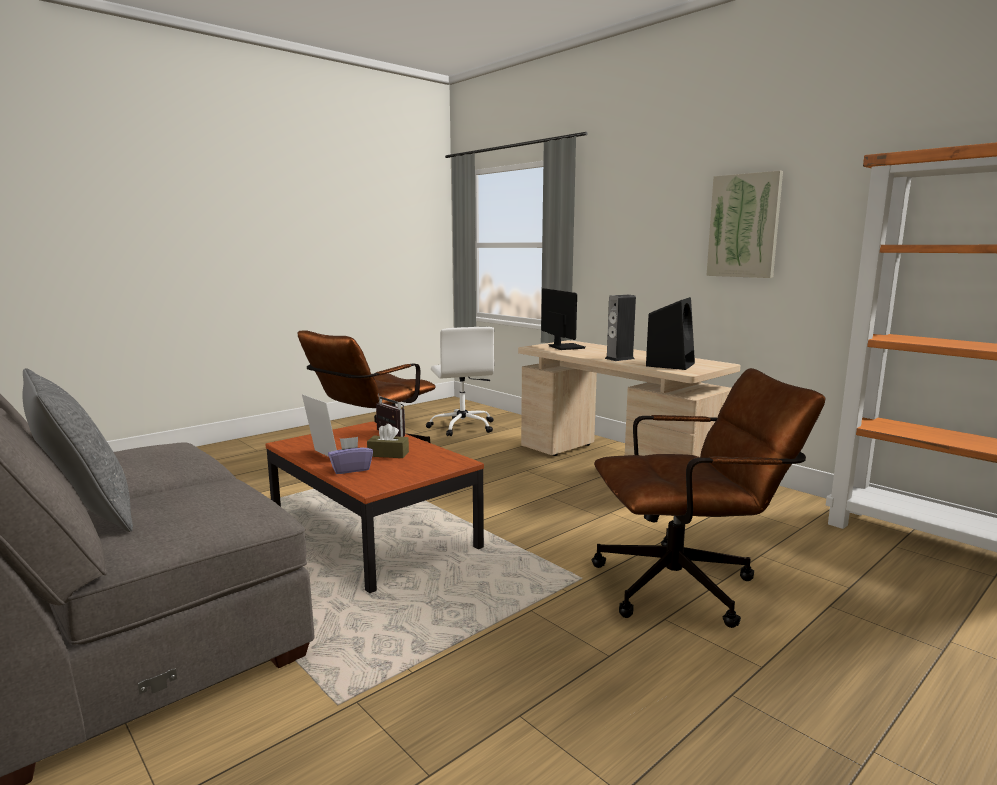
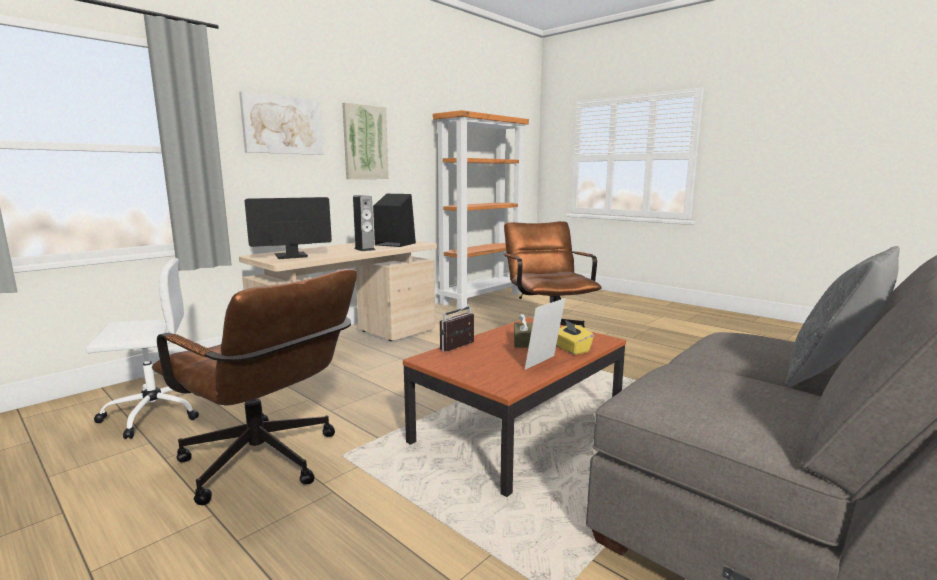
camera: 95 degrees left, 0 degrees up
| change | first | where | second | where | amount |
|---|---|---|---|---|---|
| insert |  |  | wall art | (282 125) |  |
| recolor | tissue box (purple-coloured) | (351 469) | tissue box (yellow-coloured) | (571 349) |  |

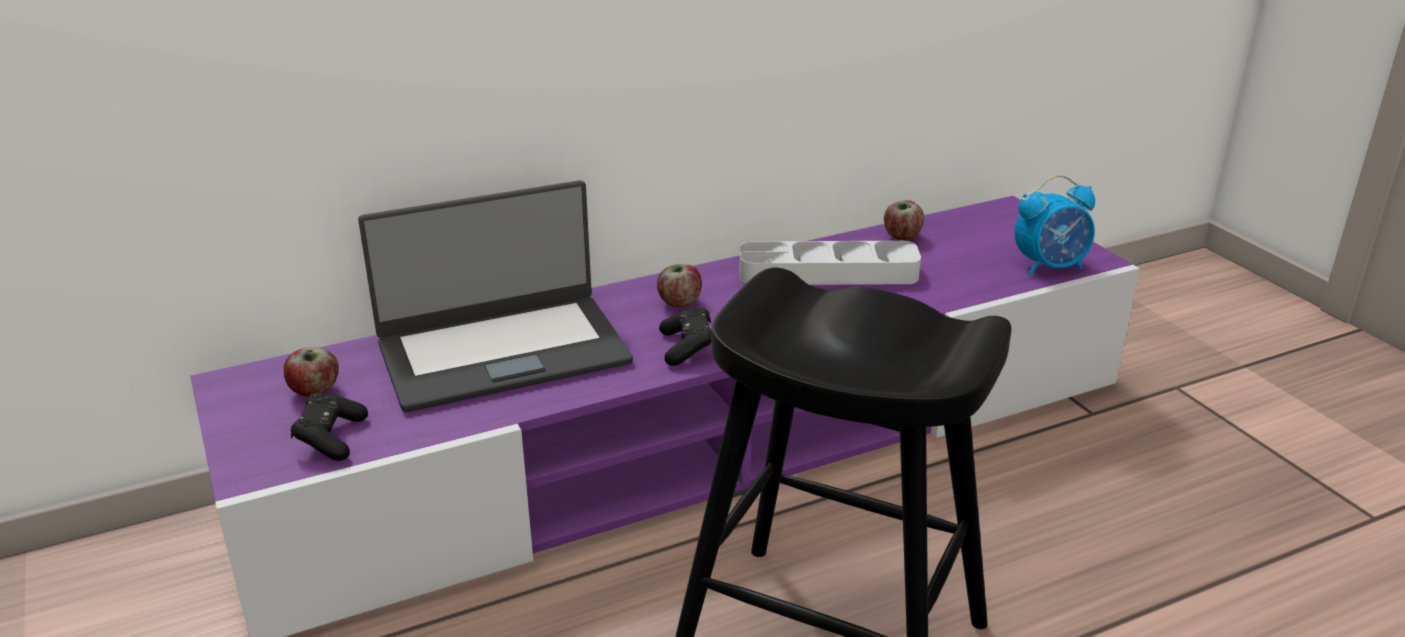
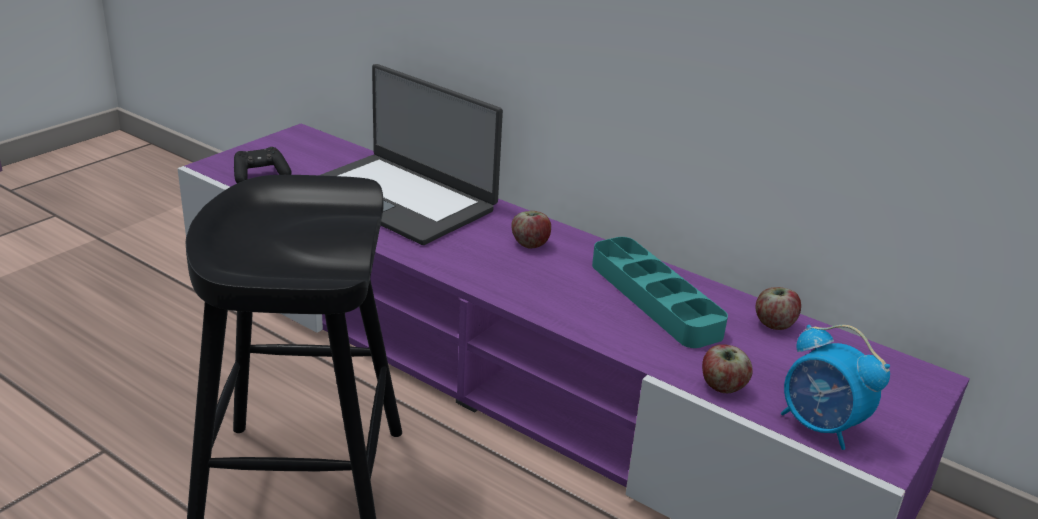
camera: 60 degrees right, 0 degrees up
| change | first | where | second | where | amount |
|---|---|---|---|---|---|
| recolor | serving tray (grey) | (828 273) | serving tray (blue-green) | (654 298) |  |
| move | apple | (315 391) |  | (722 387) |  |
| delete | gamepad (black) | (687 348) |  |  |  |

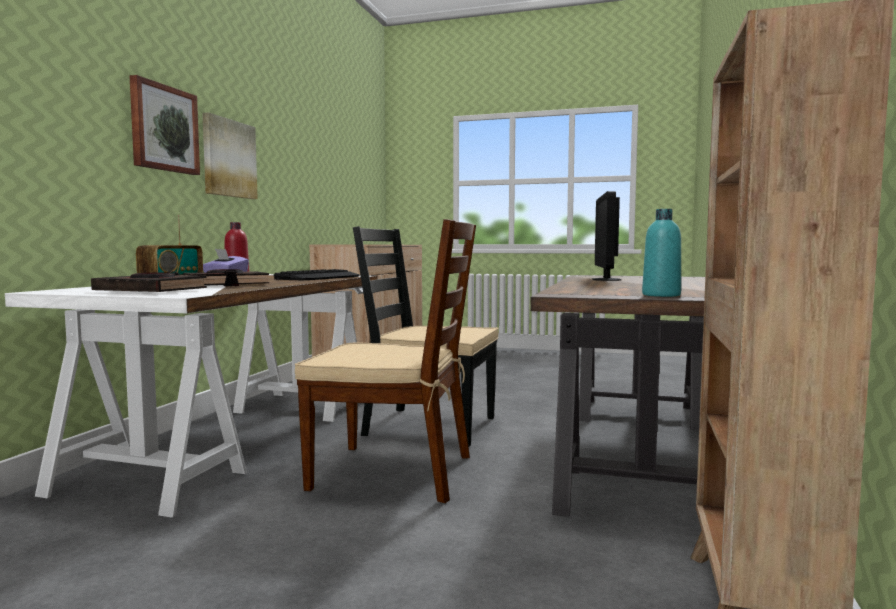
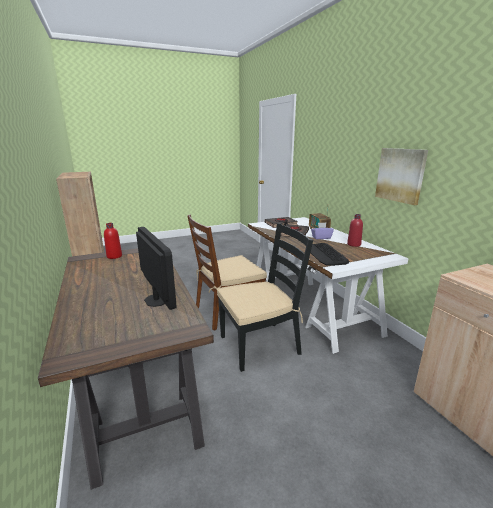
camera: 140 degrees right, 15 degrees up
| change | first | where | second | where | amount |
|---|---|---|---|---|---|
| recolor | bottle (blue-green) | (661 295) | bottle (red) | (114 256) |  |
| delete | wall art | (163 128) |  |  |  |

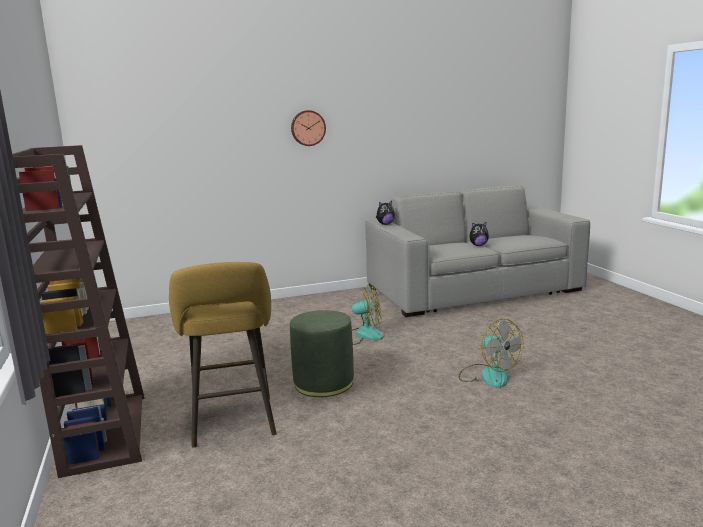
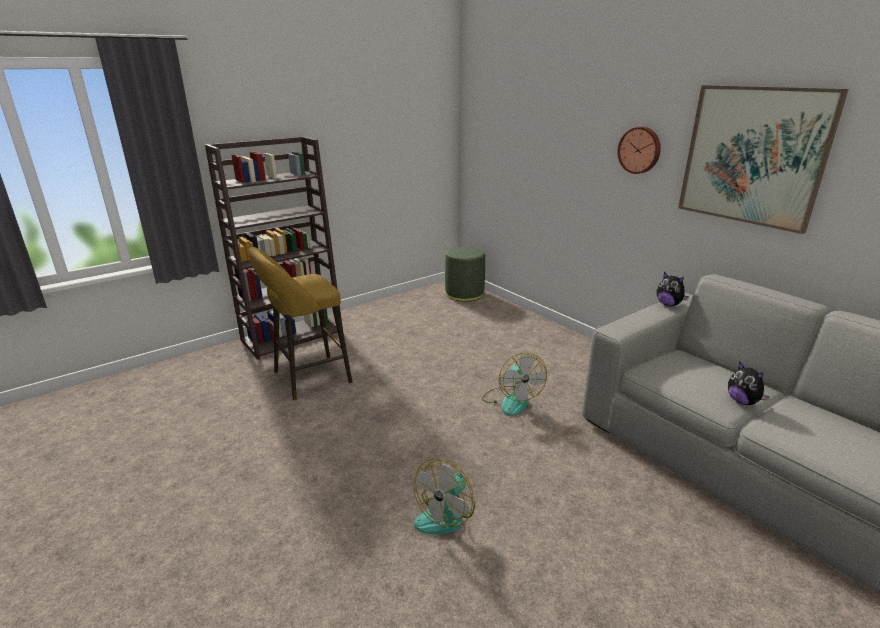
camera: 70 degrees right, 10 degrees up
| change | first | where | second | where | amount |
|---|---|---|---|---|---|
| move | pouffe (green) | (323 383) |  | (464 294) |  |
| insert |  |  | wall art | (753 156) |  |

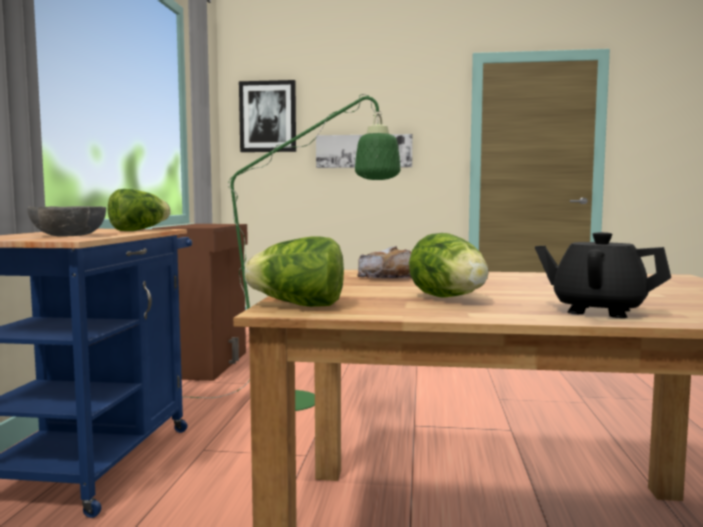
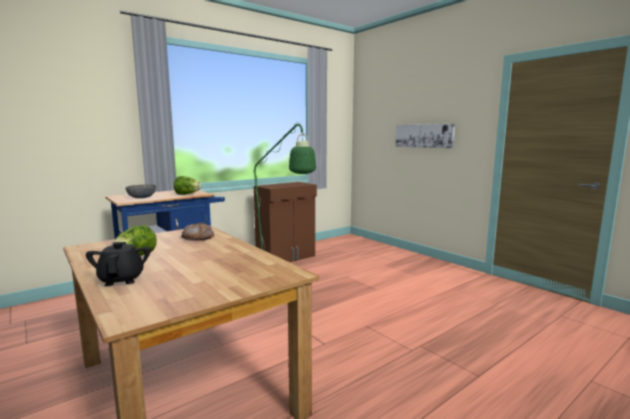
camera: 45 degrees right, 5 degrees up
| change | first | where | second | where | amount |
|---|---|---|---|---|---|
| delete | wall art | (268 116) |  |  |  |
| delete | lettuce head | (299 305) |  |  |  |

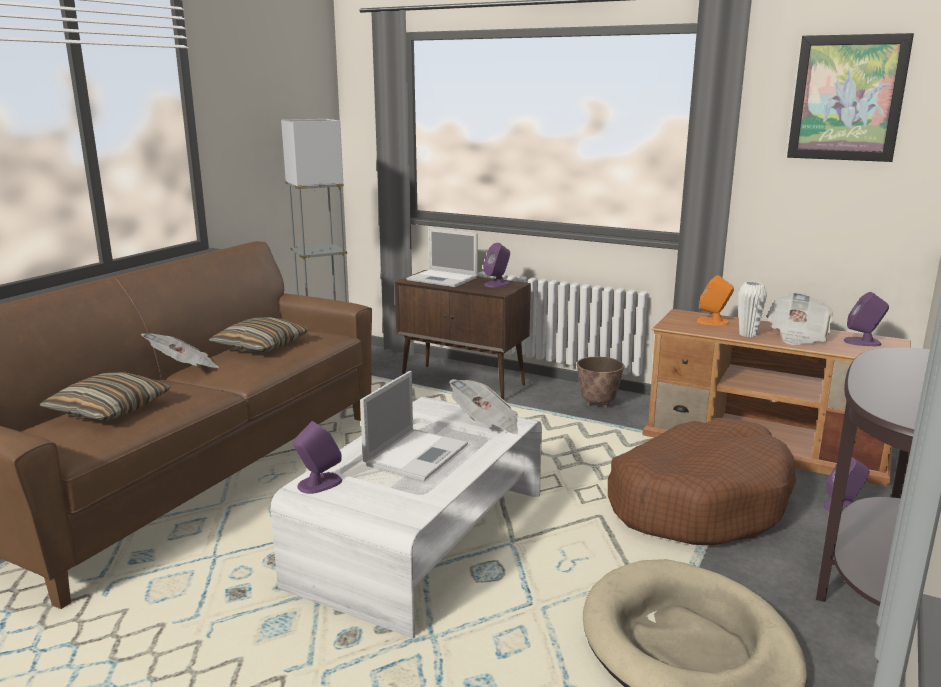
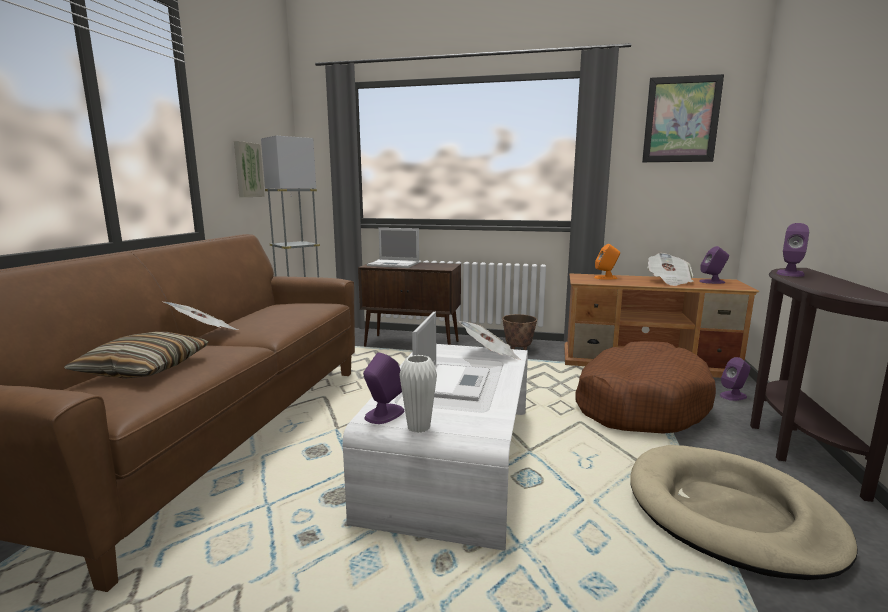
camera: 15 degrees left, 5 degrees down
| change | first | where | second | where | amount |
|---|---|---|---|---|---|
| insert |  |  | wall art | (247 170) |  |
| move | flower vase (whitish) | (747 334) |  | (418 427) |  |
| move | audio speaker (purple-coloured) | (497 284) |  | (790 273) |  |
| delete | throw pillow | (261 346) |  |  |  |

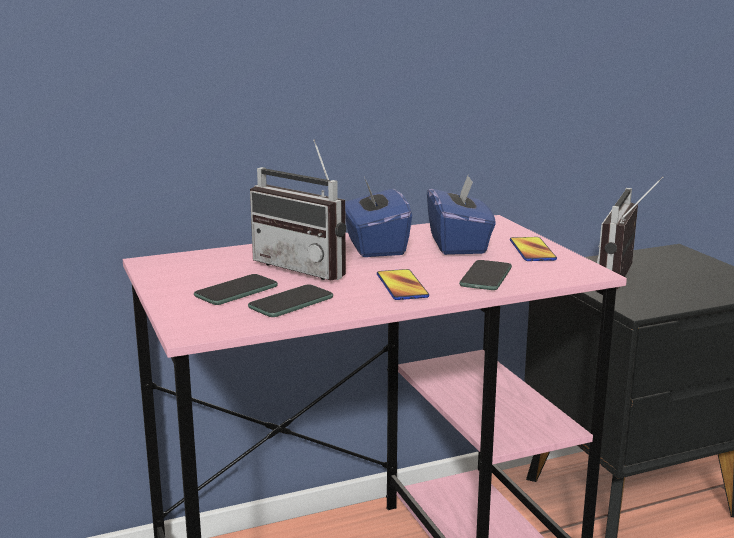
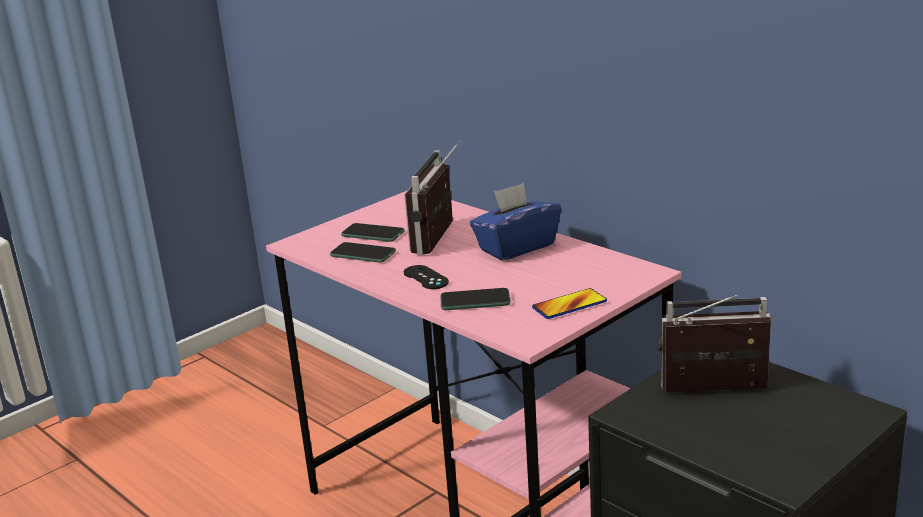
camera: 70 degrees right, 5 degrees up
| change | first | where | second | where | amount |
|---|---|---|---|---|---|
| replace | telephone | (402 286) | gamepad (black) | (425 277) |  |
| delete | tissue box (bluish) | (459 244) |  |  |  |

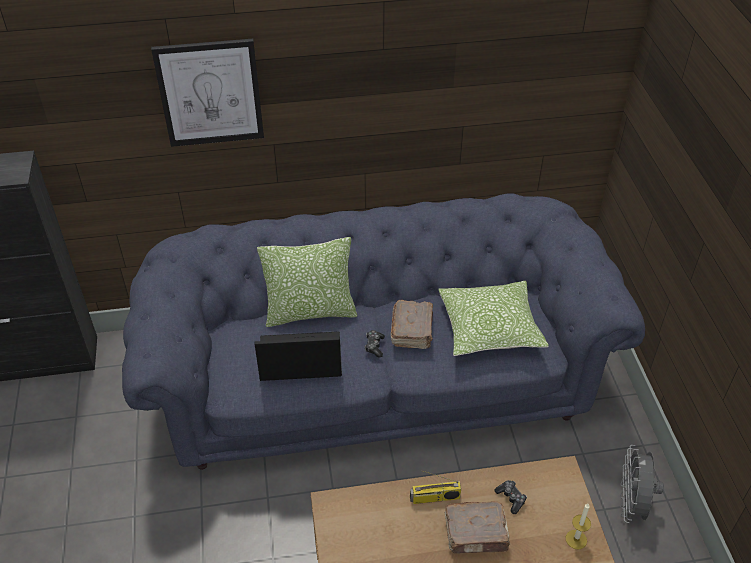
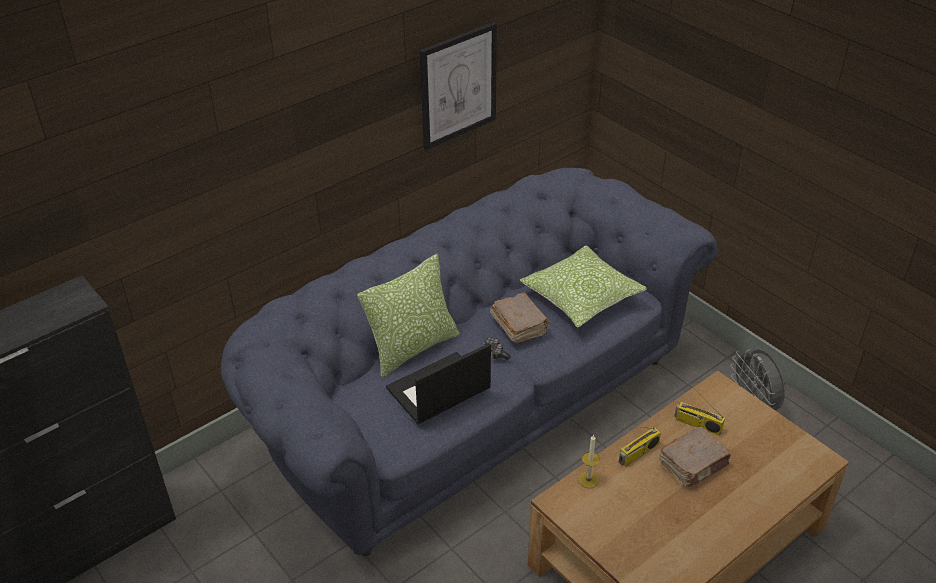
camera: 30 degrees left, 5 degrees down
| change | first | where | second | where | amount |
|---|---|---|---|---|---|
| move | wall art | (210 93) |  | (458 86) |  |
| move | candle | (576 539) |  | (588 480) |  |
| replace | gamepad | (511 498) | radio | (697 425) |  |

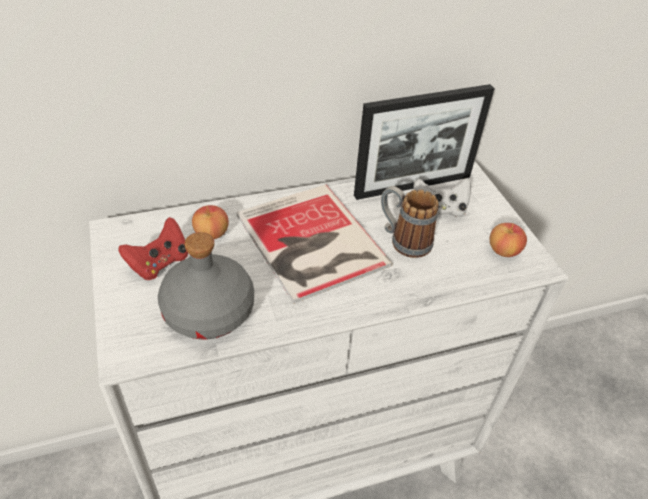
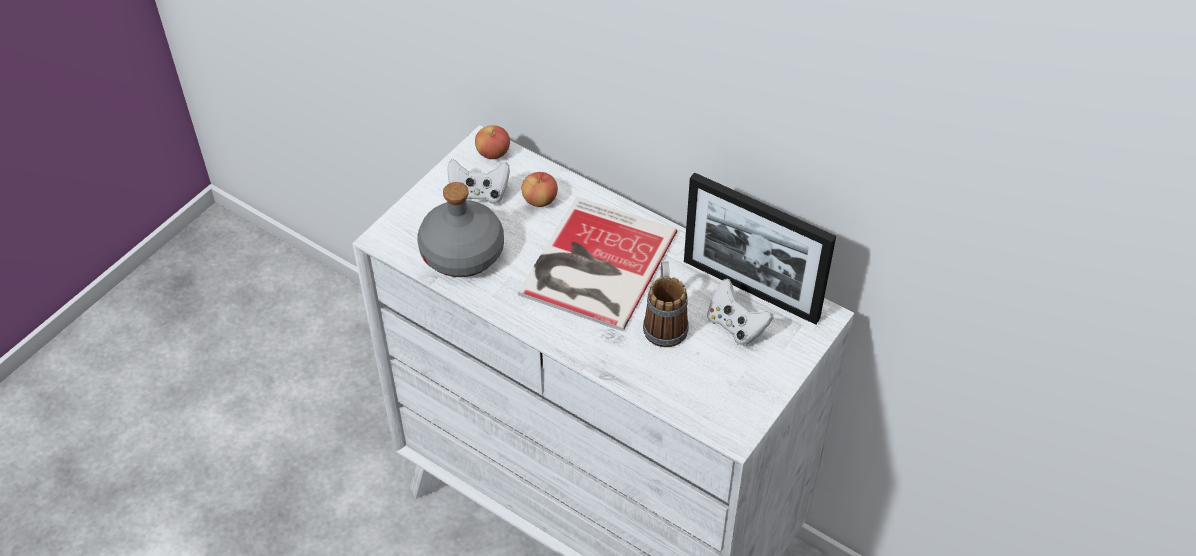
camera: 55 degrees right, 5 degrees up
| change | first | where | second | where | amount |
|---|---|---|---|---|---|
| recolor | gamepad (red) | (159 263) | gamepad (whitish) | (479 194) |  |
| move | apple | (503 251) |  | (493 153) |  |

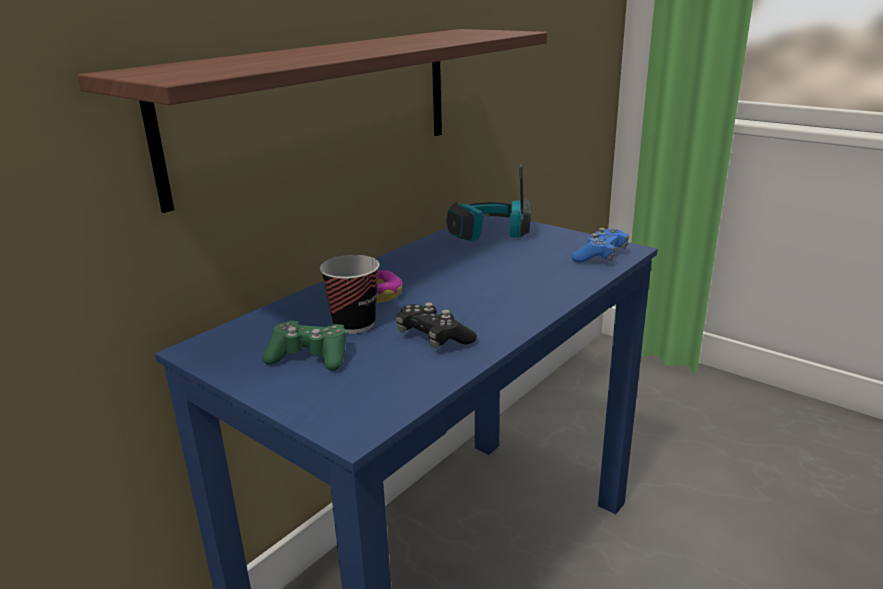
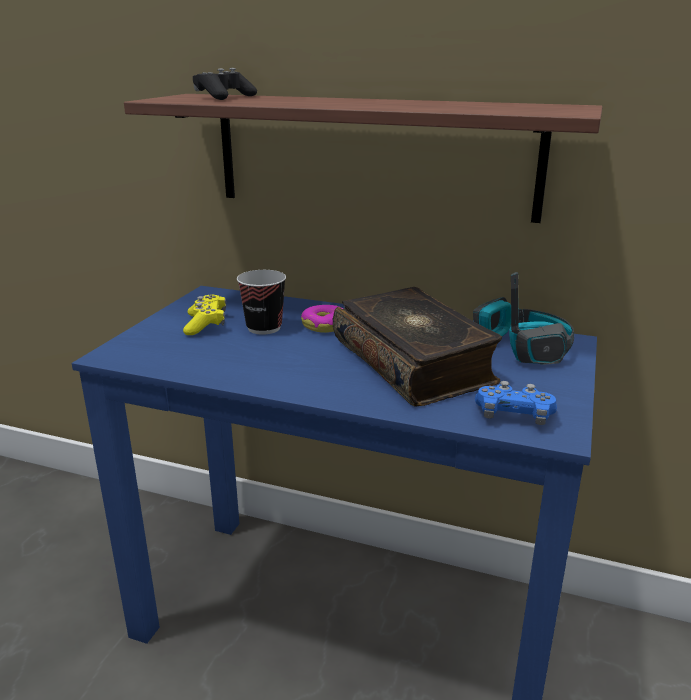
camera: 70 degrees right, 0 degrees up
| change | first | where | second | where | amount |
|---|---|---|---|---|---|
| recolor | gamepad (green) | (309 357) | gamepad (yellow-coloured) | (206 324) |  |
| move | gamepad (black) | (434 338) |  | (224 97) |  |
| insert |  |  | volume | (414 362) |  |

